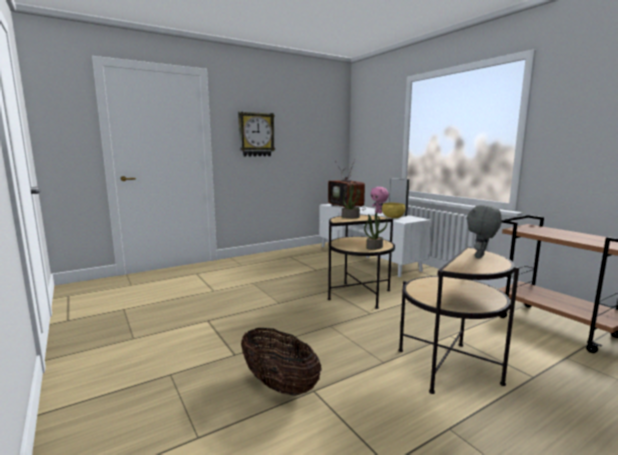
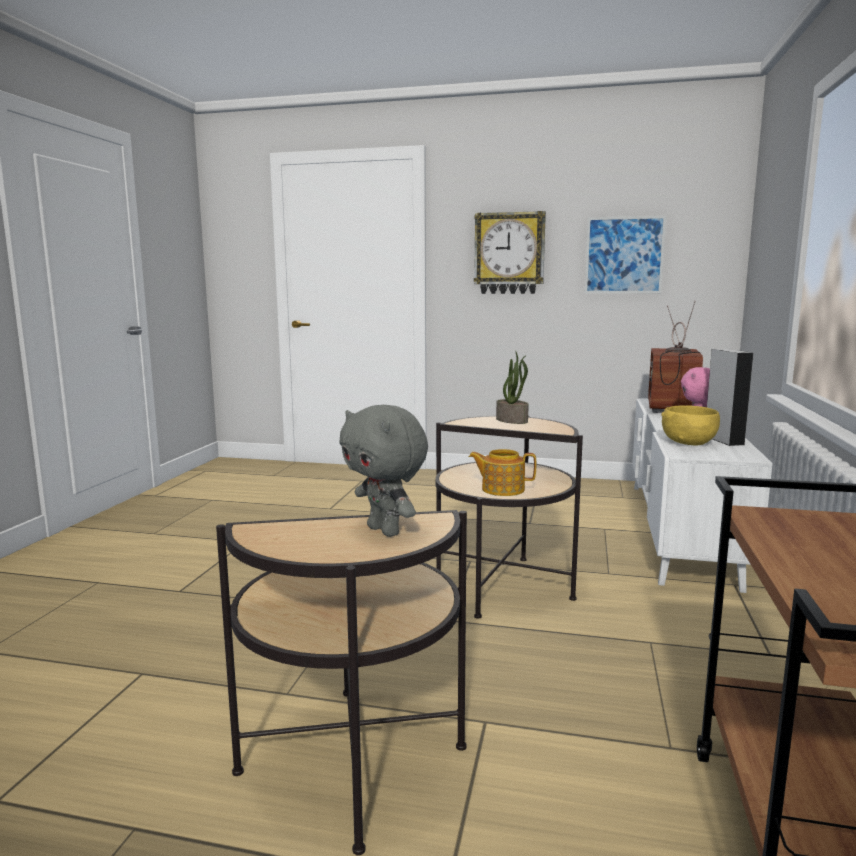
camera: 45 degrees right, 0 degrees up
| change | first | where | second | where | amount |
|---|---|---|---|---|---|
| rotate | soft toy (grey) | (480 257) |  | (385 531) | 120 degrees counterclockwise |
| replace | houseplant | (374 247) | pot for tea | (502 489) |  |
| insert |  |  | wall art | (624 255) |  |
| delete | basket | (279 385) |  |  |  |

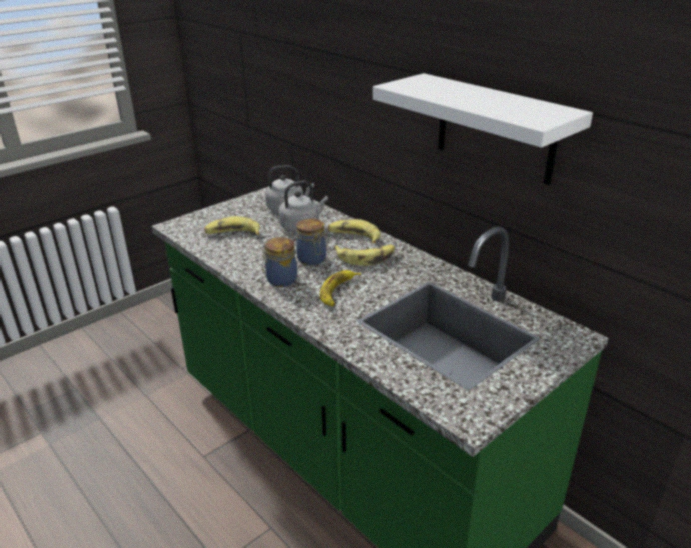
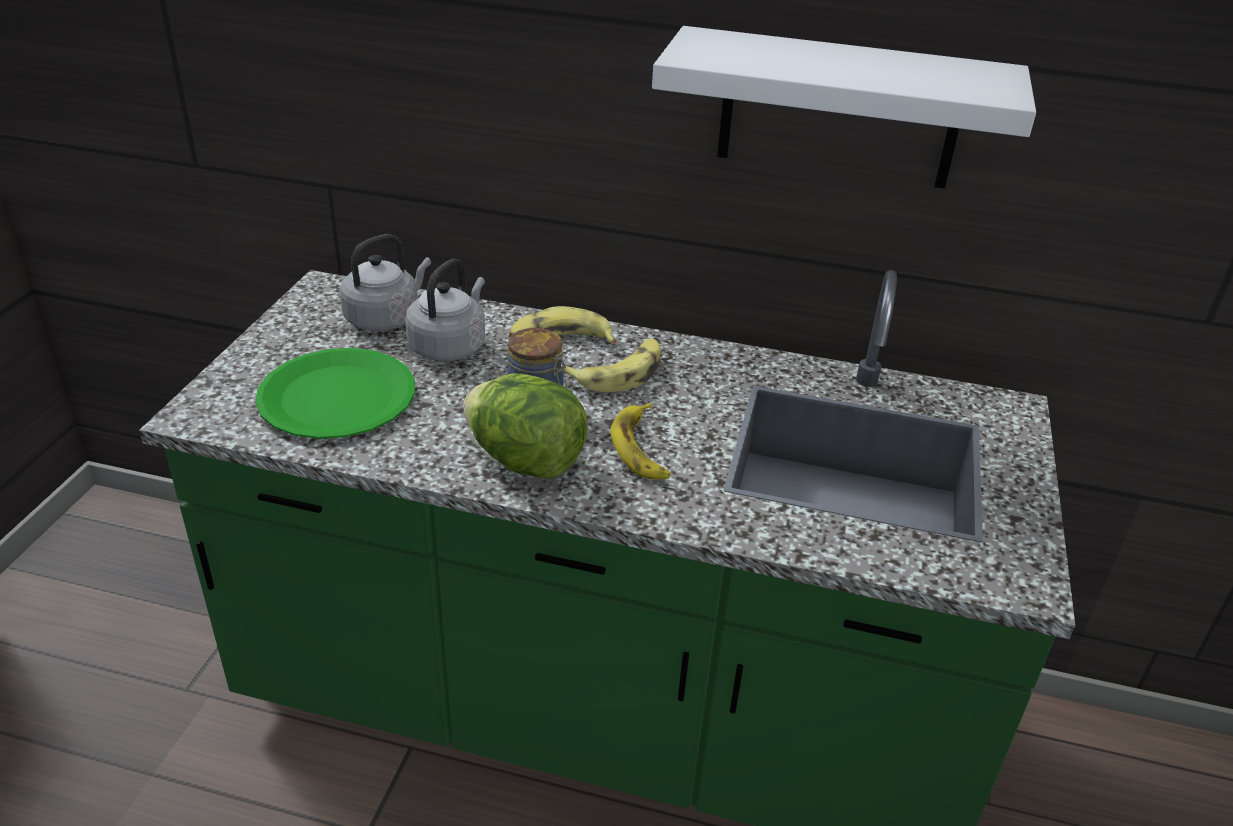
camera: 35 degrees left, 5 degrees up
| change | first | where | second | where | amount |
|---|---|---|---|---|---|
| replace | whole banana | (233 234) | flat dish (green) | (337 397) |  |
| replace | storage jar | (280 280) | lettuce head | (526 461) |  |

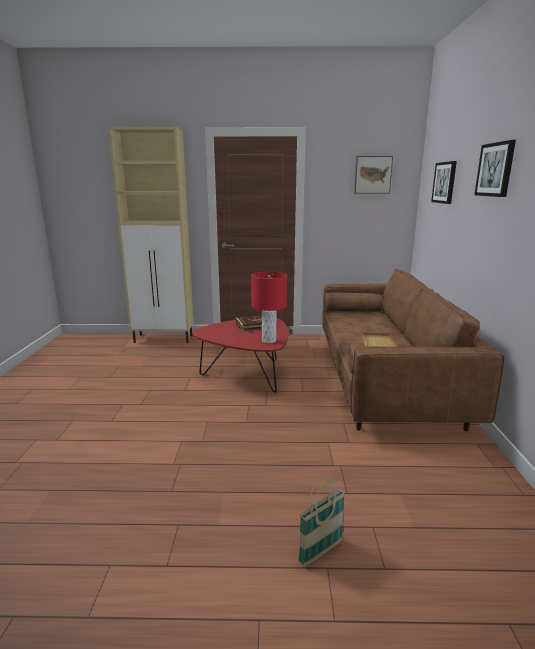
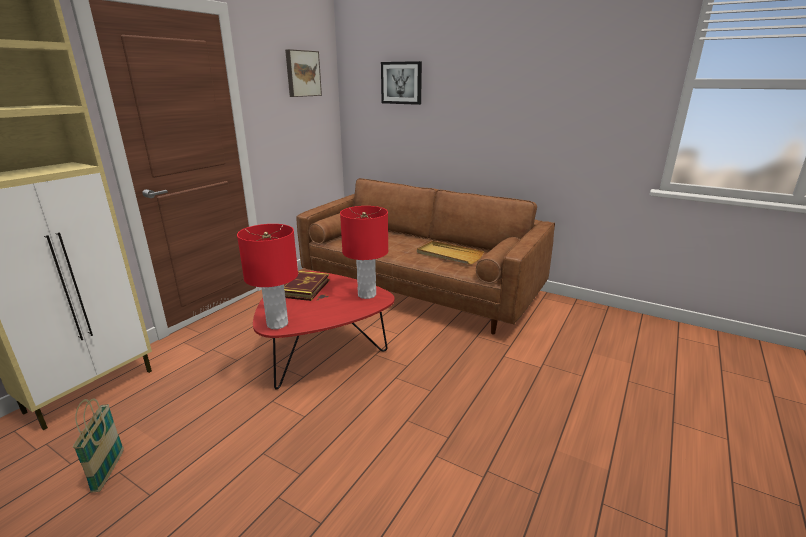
camera: 60 degrees left, 5 degrees up
| change | first | where | second | where | amount |
|---|---|---|---|---|---|
| move | basket | (320 552) |  | (108 471) |  |
| insert |  |  | lamp for a table (red) | (278 324) |  |
| delete | wall art | (495 169) |  |  |  |

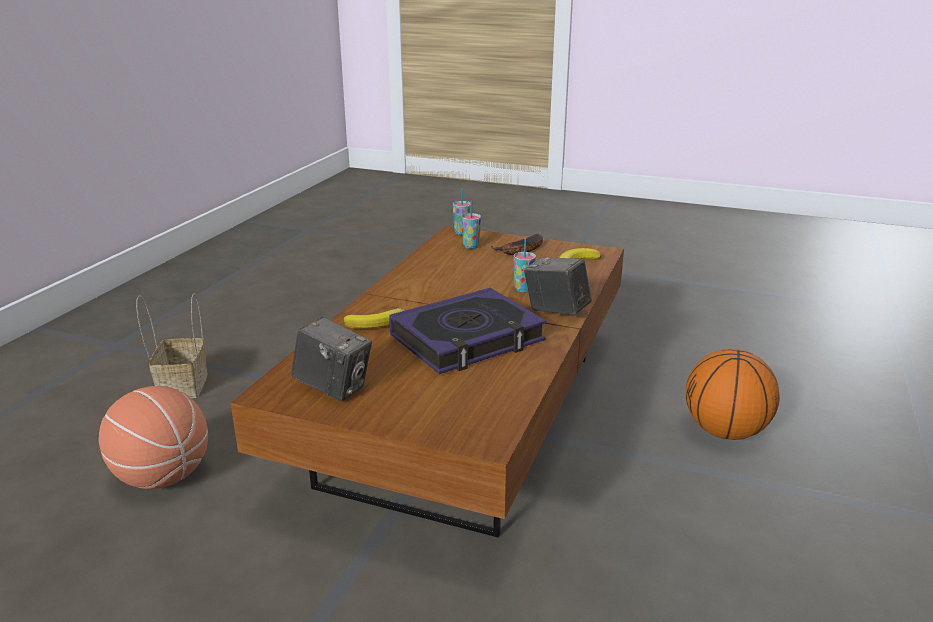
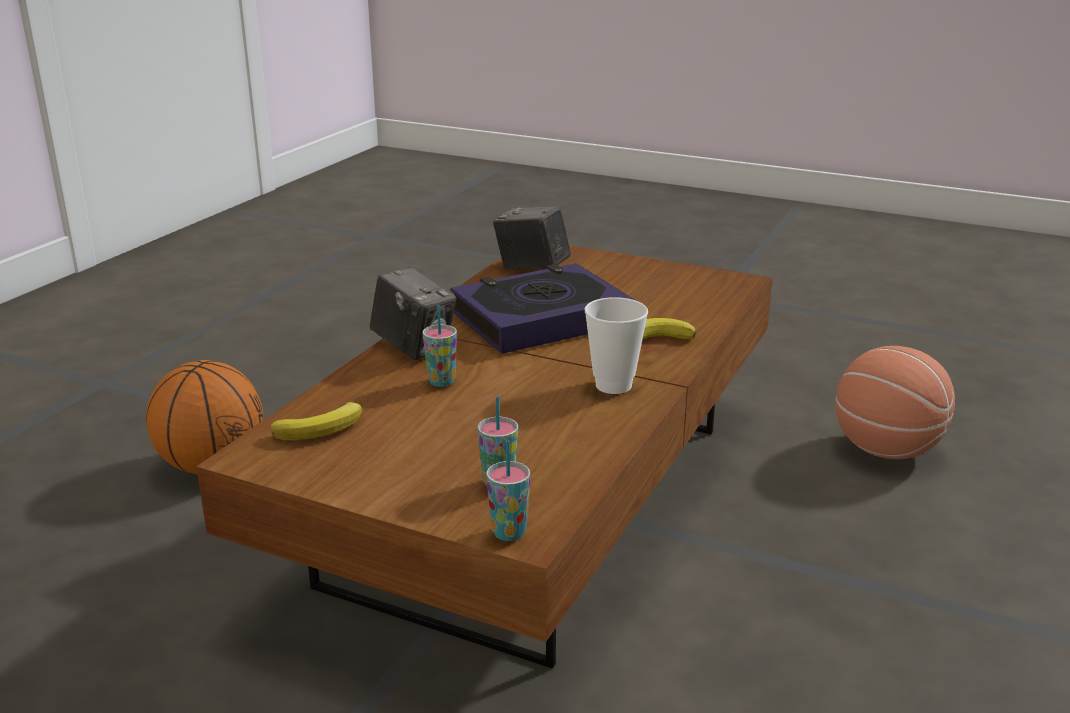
camera: 175 degrees left, 0 degrees up
| change | first | where | second | where | amount |
|---|---|---|---|---|---|
| move | still camera | (333 388) |  | (532 268) |  |
| insert |  |  | drinking cup | (613 385) |  |
| delete | basket | (182 384) |  |  |  |
| delete | whole banana | (521 251) |  |  |  |

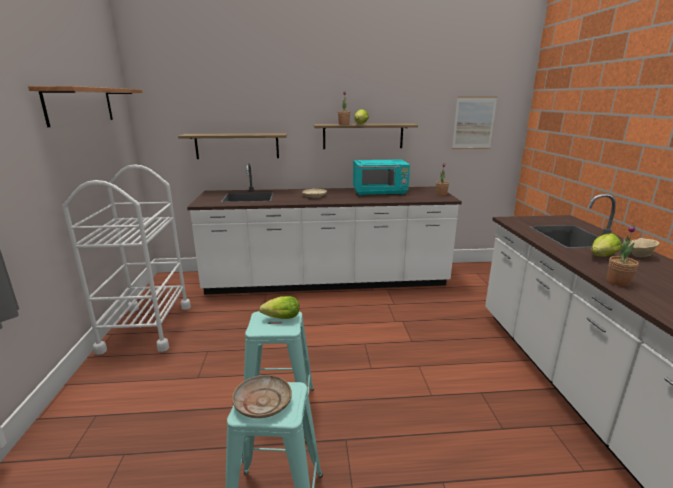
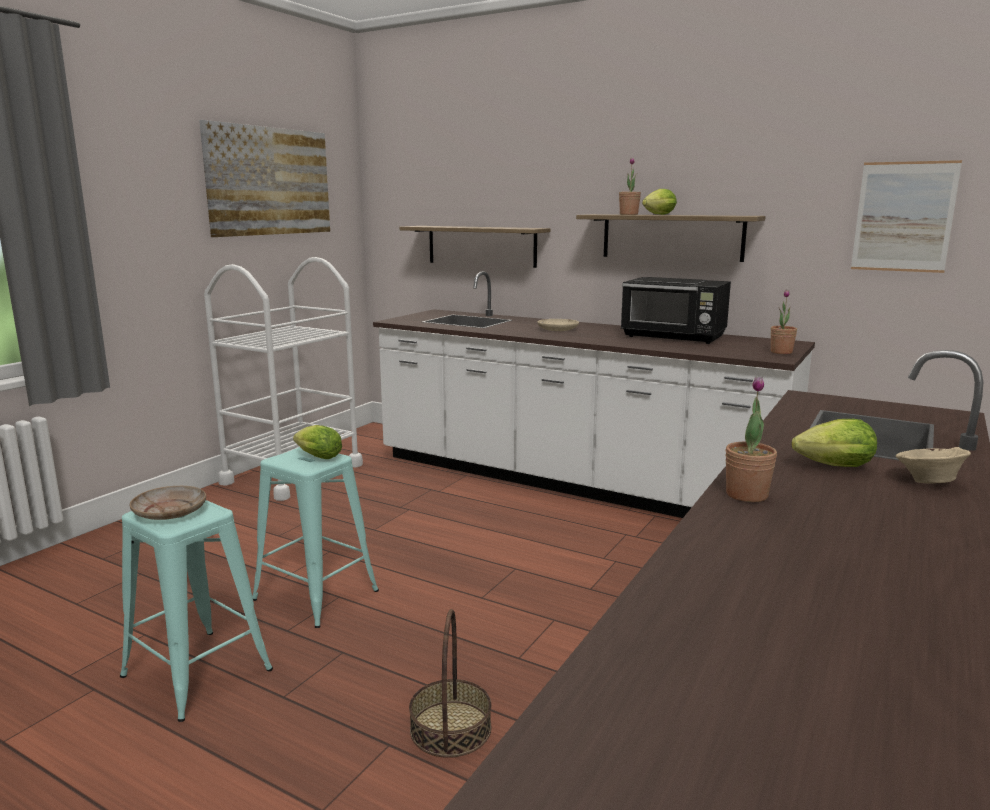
camera: 35 degrees right, 5 degrees down
| change | first | where | second | where | amount |
|---|---|---|---|---|---|
| replace | wall shelf | (80 105) | wall art | (270 181) |  |
| insert |  |  | basket | (450 728) |  |
| recolor | microwave (blue-green) | (380 192) | microwave (black) | (674 337) |  |

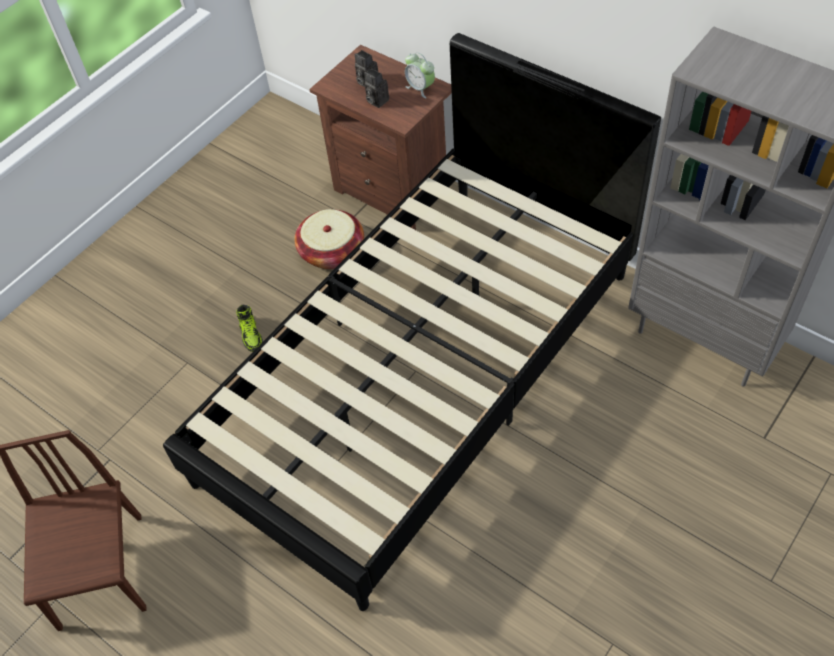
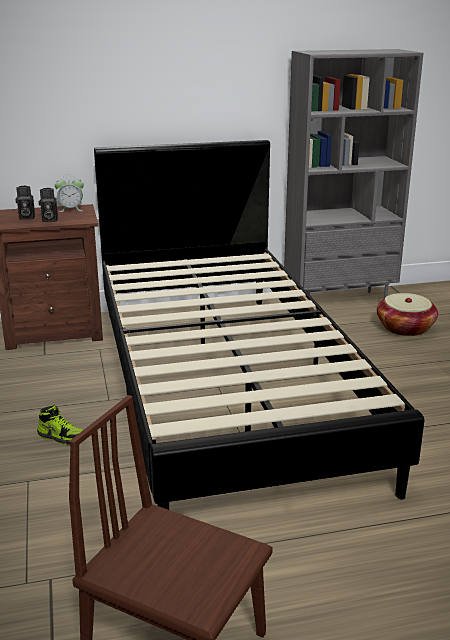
camera: 55 degrees left, 30 degrees down
| change | first | where | second | where | amount |
|---|---|---|---|---|---|
| move | basket | (332 251) |  | (405 328) |  |

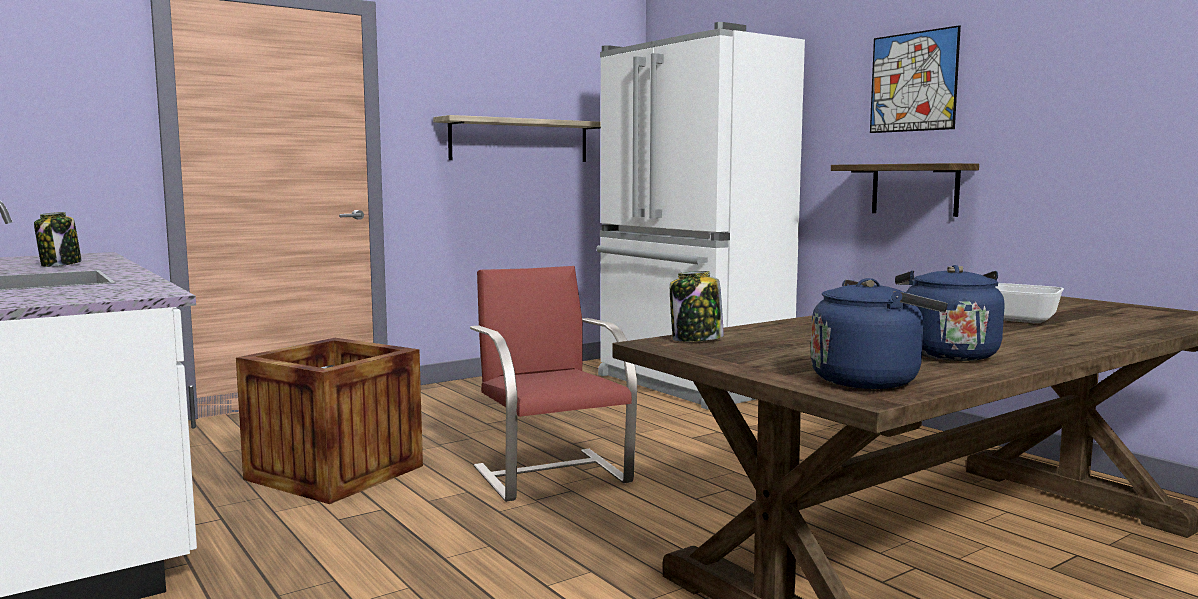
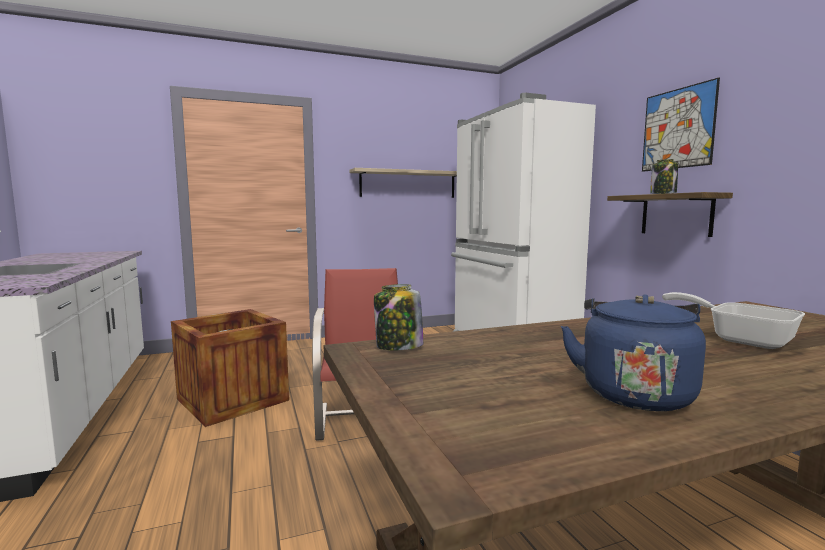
camera: 15 degrees right, 0 degrees up
| change | first | where | second | where | amount |
|---|---|---|---|---|---|
| move | storage jar | (60 265) |  | (663 194) |  |
| delete | kettle (bluish) | (870 380) |  |  |  |

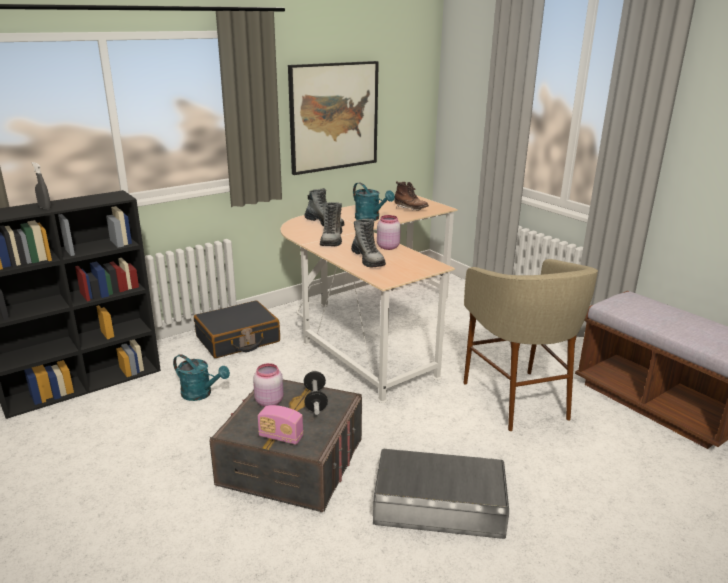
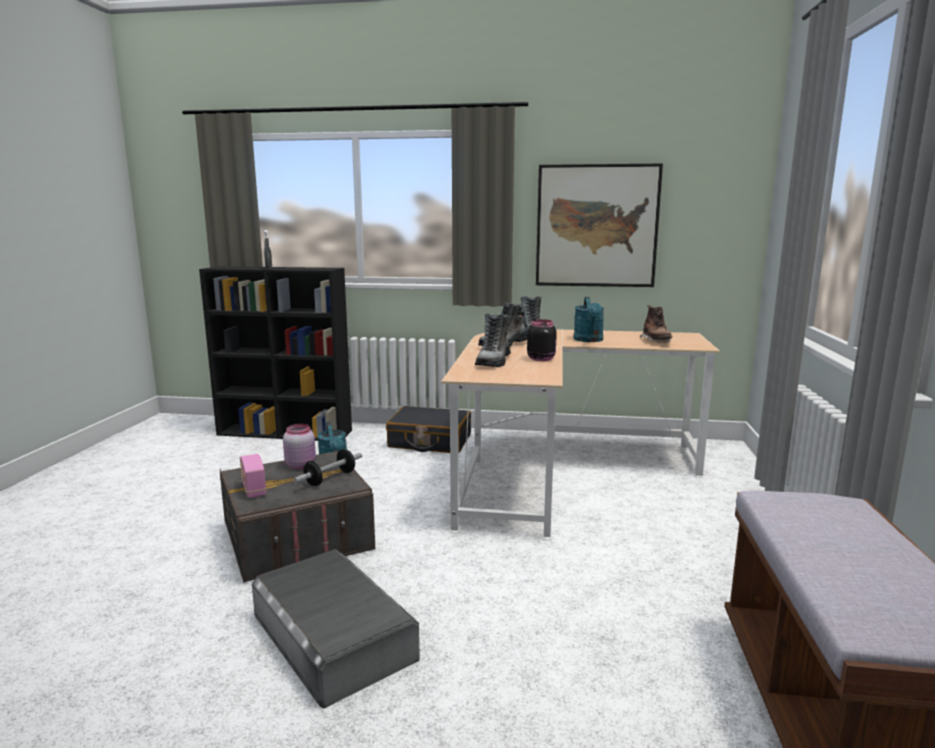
camera: 45 degrees right, 10 degrees down
| change | first | where | second | where | amount |
|---|---|---|---|---|---|
| recolor | storage jar (pinkish) | (387 247) | storage jar (black) | (541 359) |  |
| delete | sitting stool (beige-coloured) | (517 400) |  |  |  |

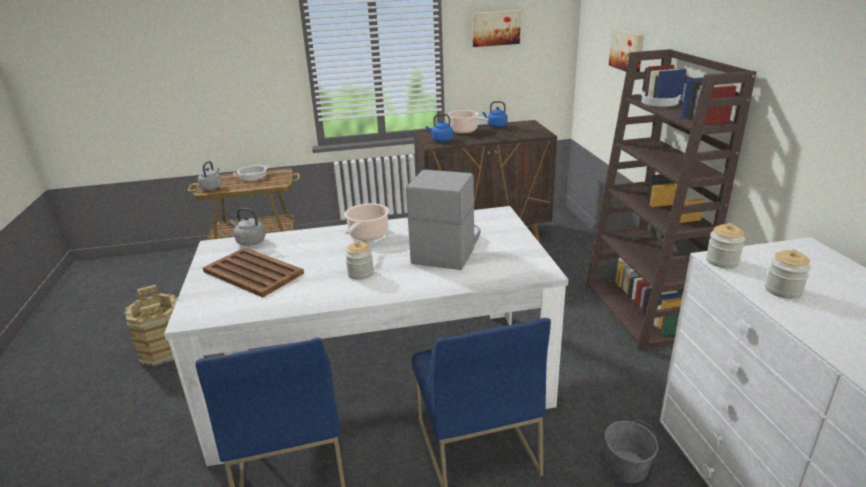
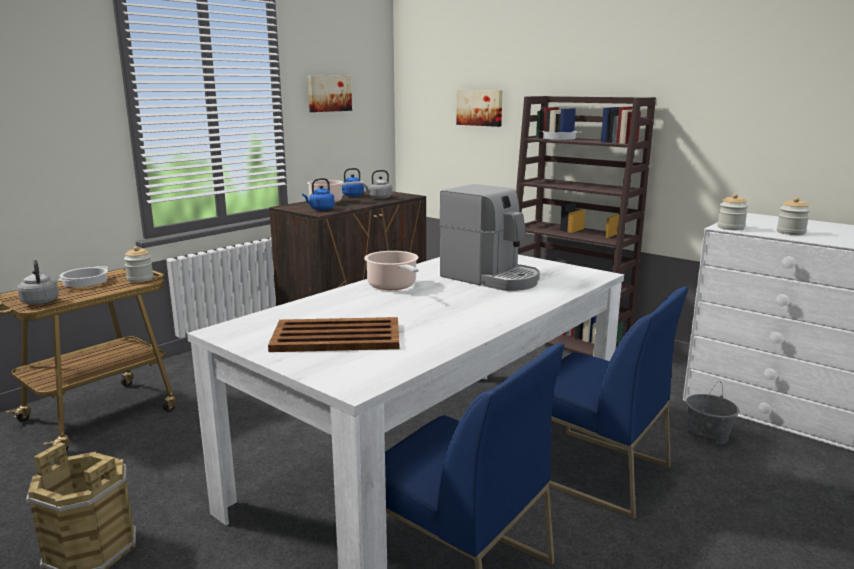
camera: 40 degrees left, 10 degrees down
| change | first | where | second | where | amount |
|---|---|---|---|---|---|
| move | storage jar | (360 273) |  | (140 279) |  |
| move | kettle (grey) | (249 241) |  | (379 198) |  |
| rotate | coffee brewer | (447 248) |  | (491 278) | 150 degrees clockwise |

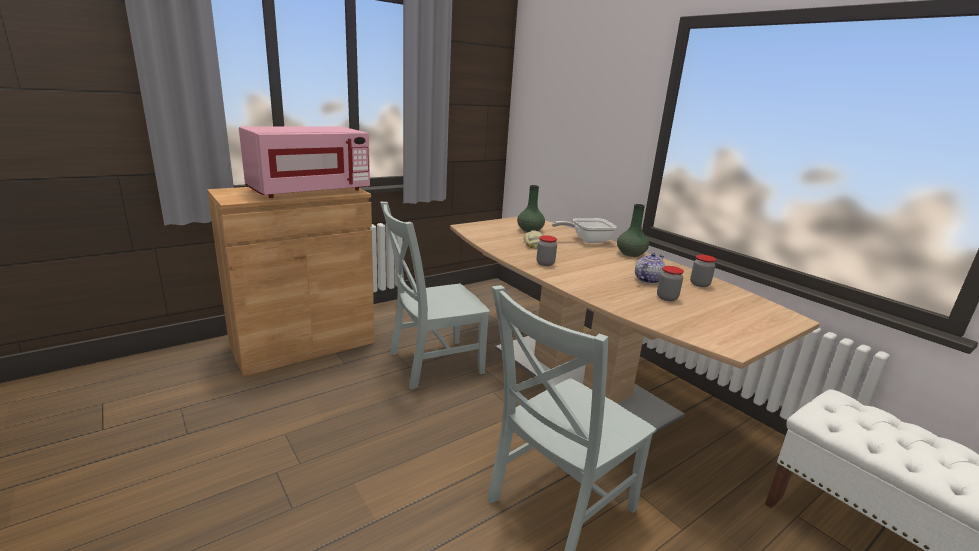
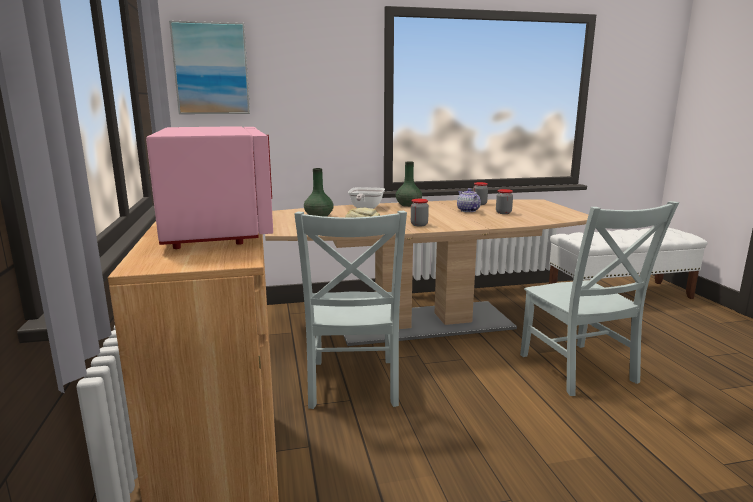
camera: 65 degrees left, 5 degrees down
| change | first | where | second | where | amount |
|---|---|---|---|---|---|
| insert |  |  | wall art | (211 69) |  |

